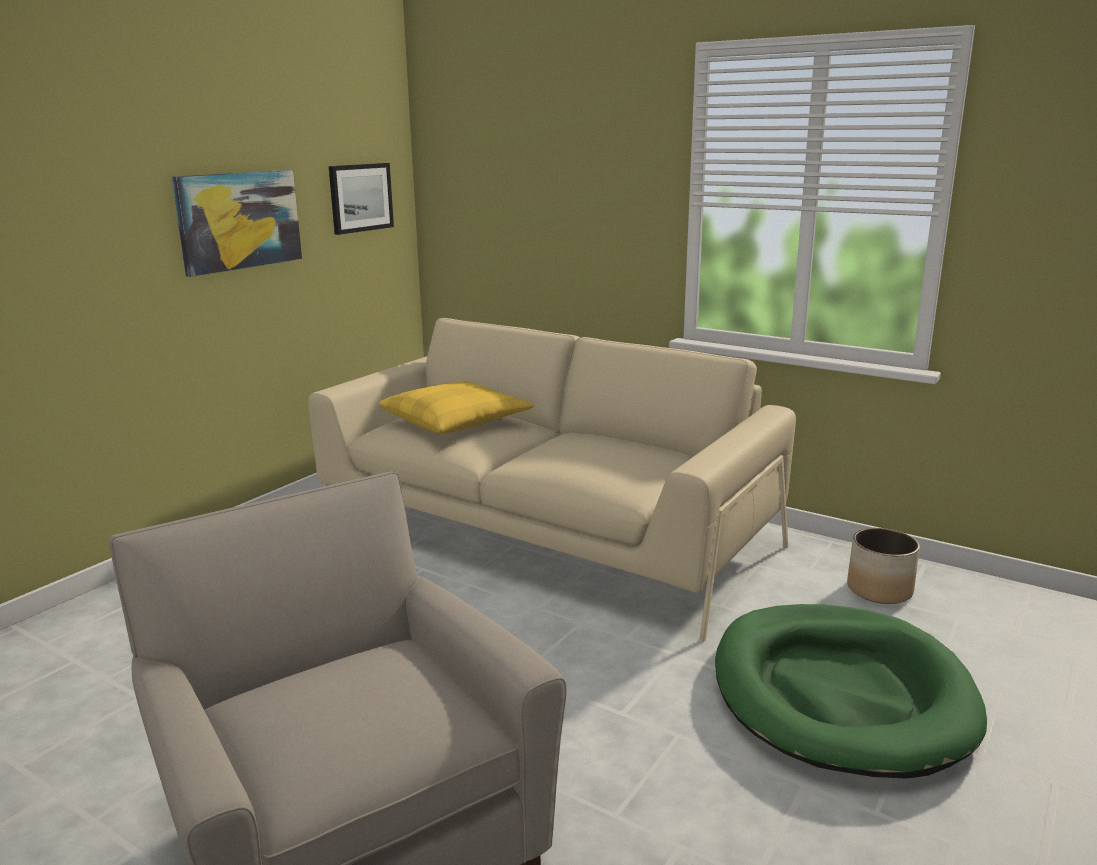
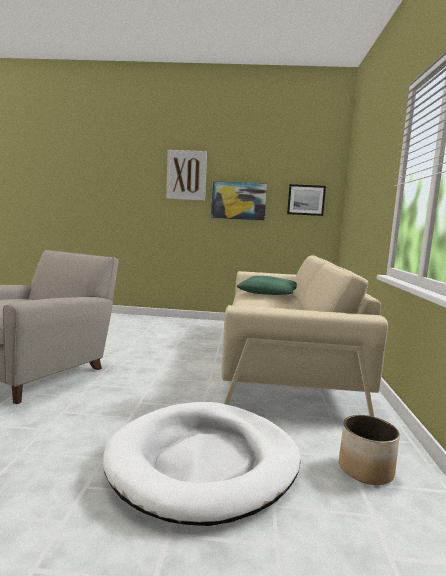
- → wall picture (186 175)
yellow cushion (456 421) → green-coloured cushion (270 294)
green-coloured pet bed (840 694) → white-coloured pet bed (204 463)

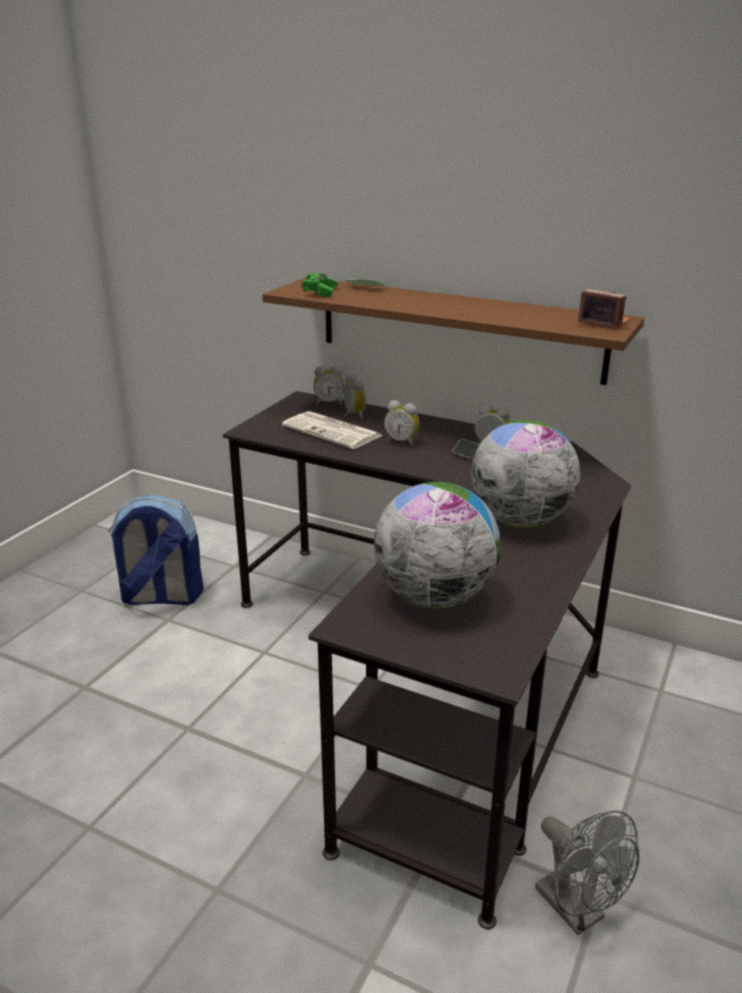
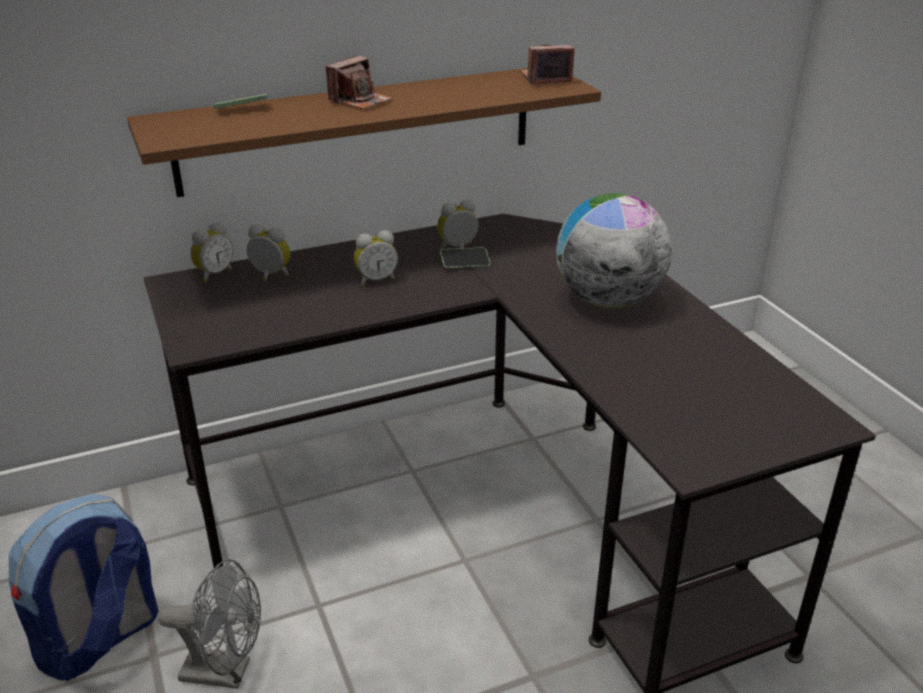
newspaper (333 431) → -
green-coloured joypad (320 292) → -
world globe (434 597) → -
- → photo camera (360 101)
gray fan (577 912) → gray fan (226 672), moved

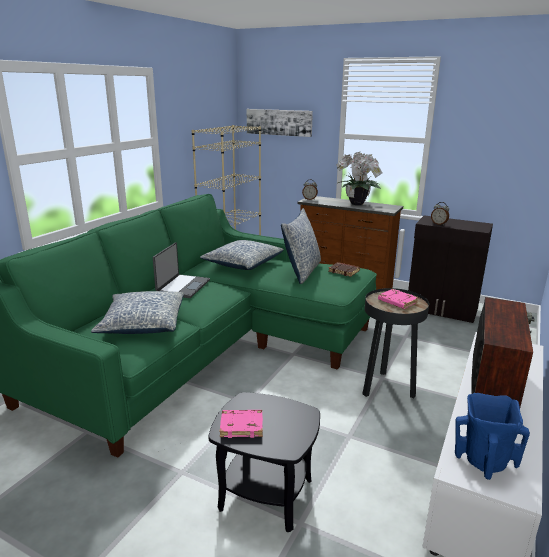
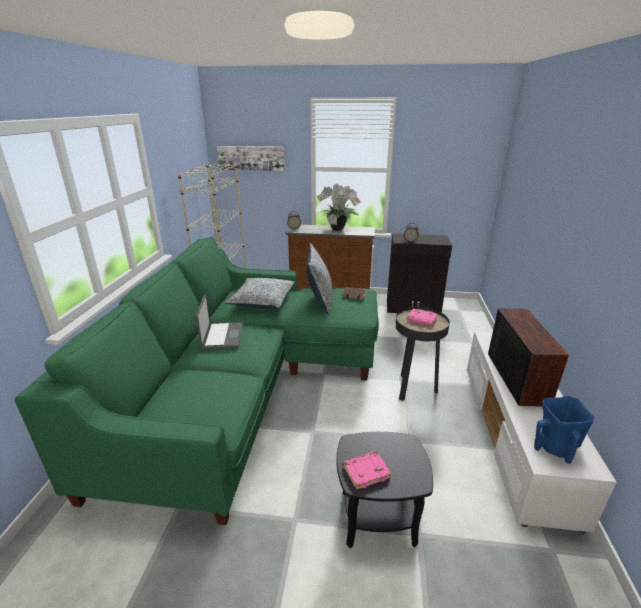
cushion (143 323) → -

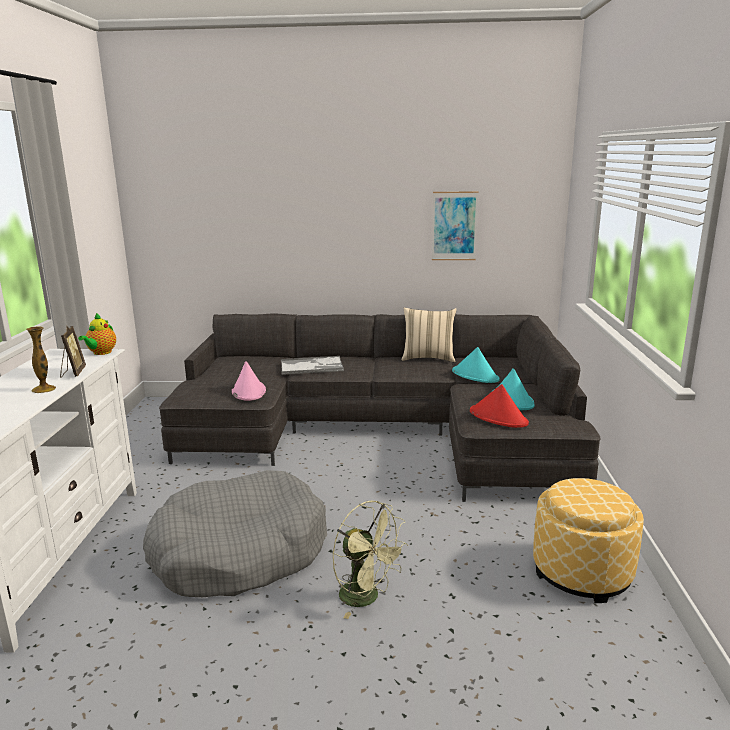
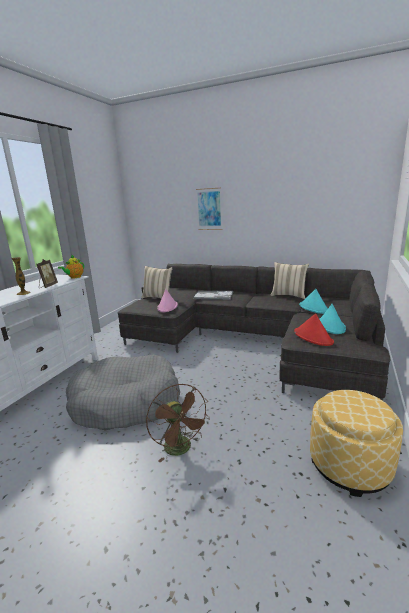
- → beige-coloured cushion (158 298)
wall picture (454 226) → wall picture (209 209), moved
green-coloured fan (367 598) → brownish fan (181 450)

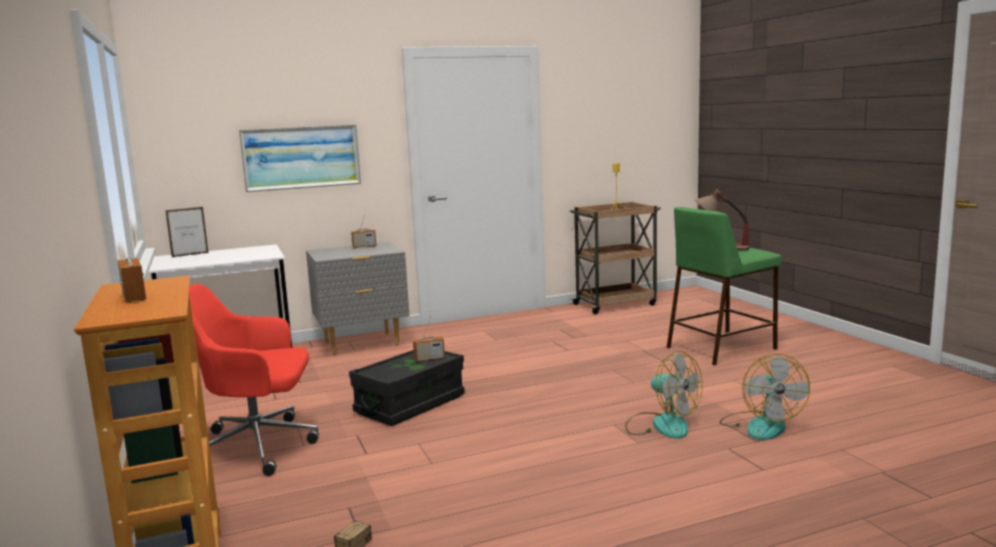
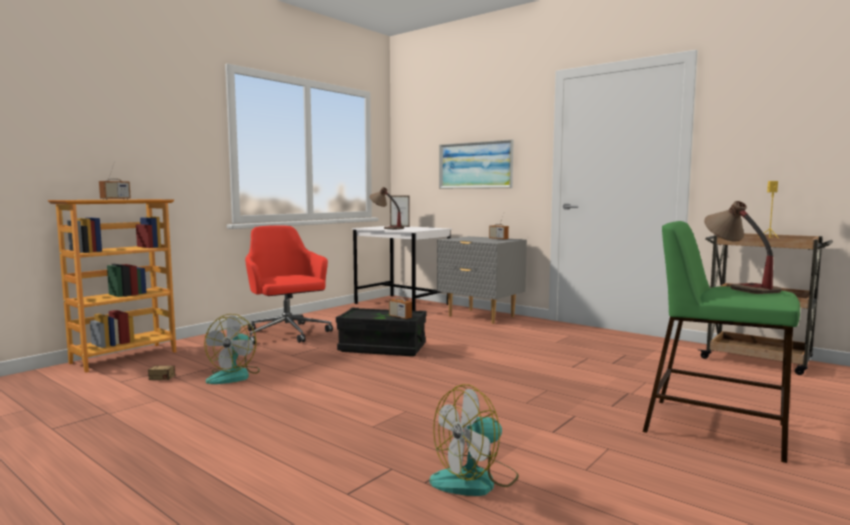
- → lamp for a table (386 228)
fan (661 425) → fan (234 375), moved

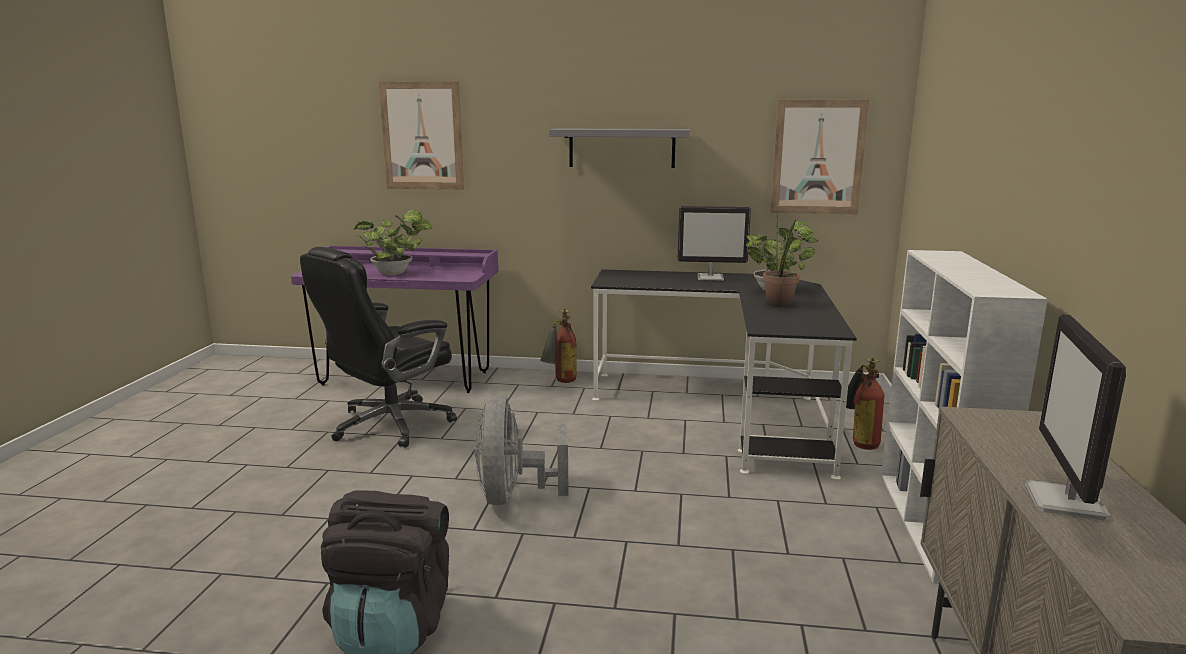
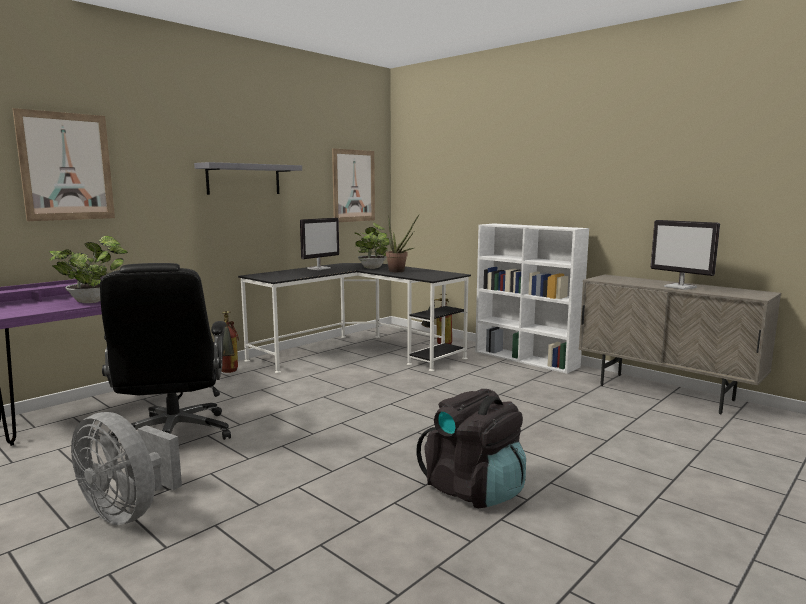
gray fan (514 496) → gray fan (128 511), moved

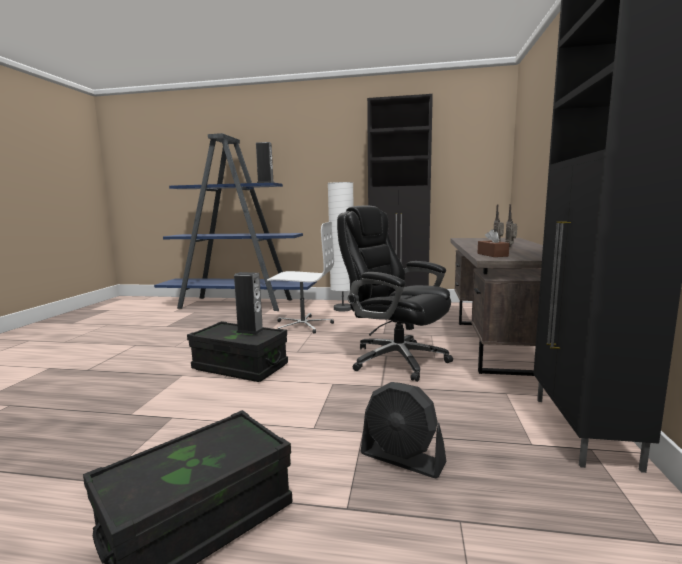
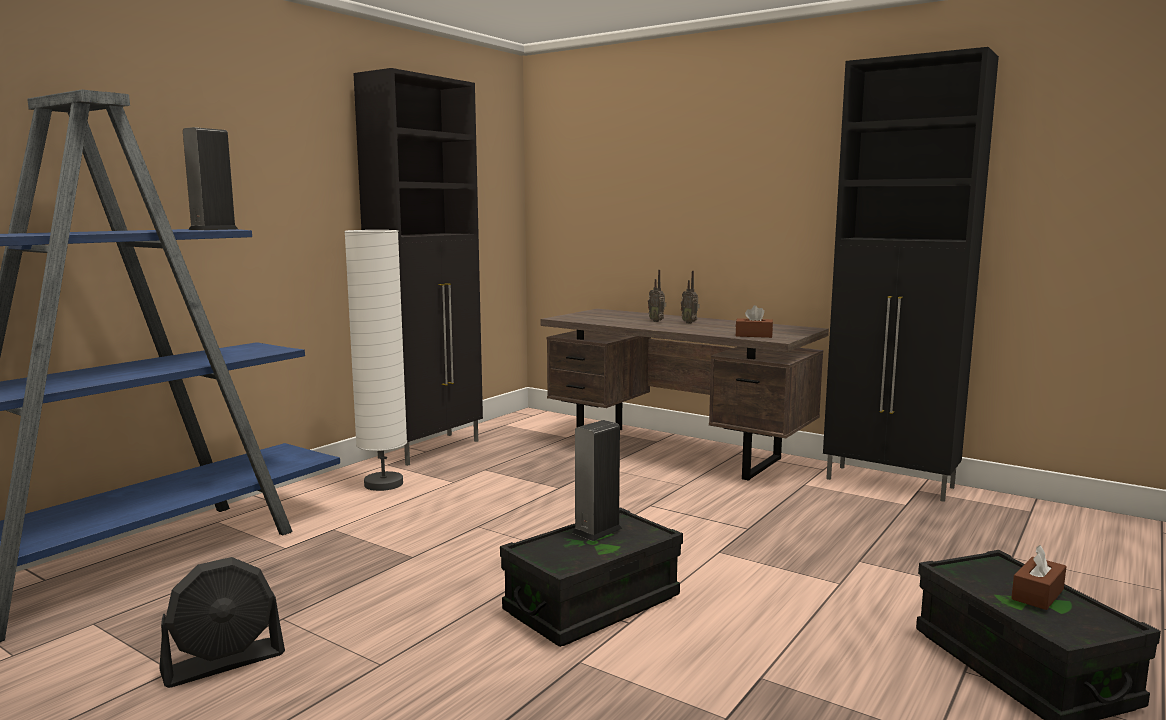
white-coloured desk chair (303 325) → -
black-coloured desk chair (395 359) → -
- → brownish tissue holder (1037 594)
black-coloured fan (402 459) → black-coloured fan (224 662), moved

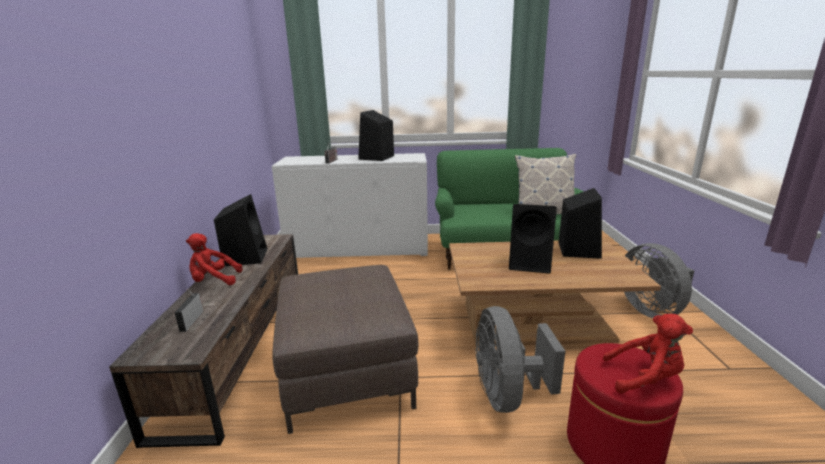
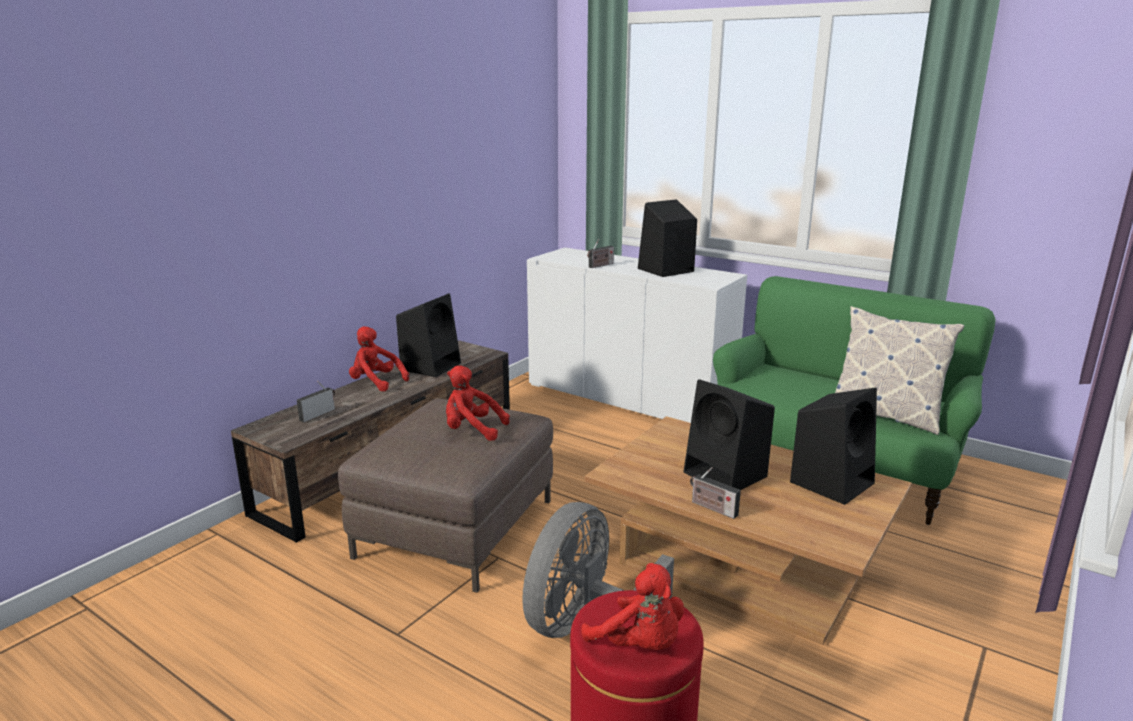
gray fan (652 310) → -
- → reddish soft toy (472 430)
- → radio receiver (712 508)

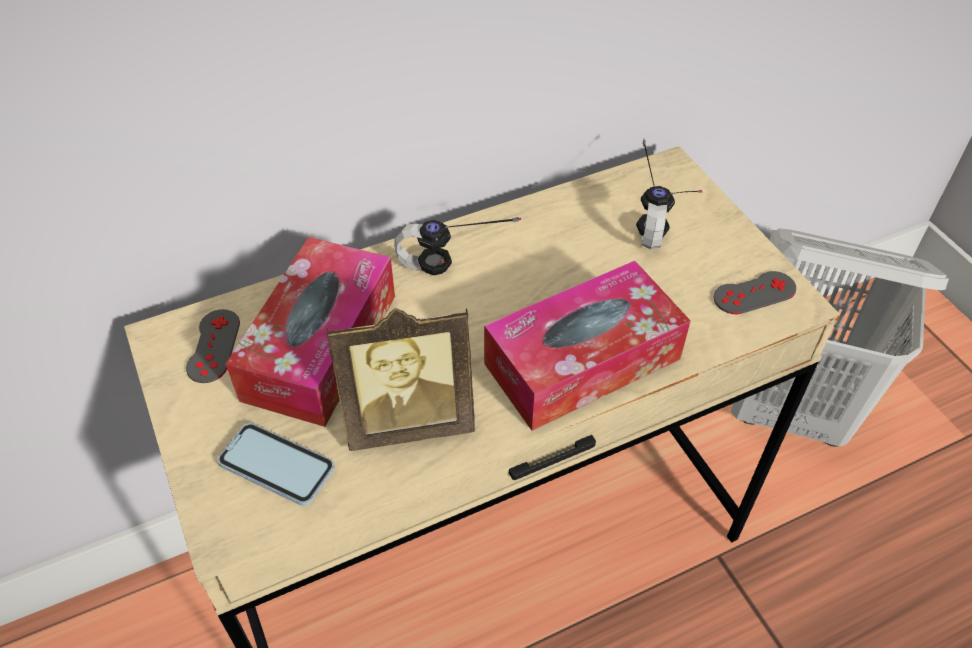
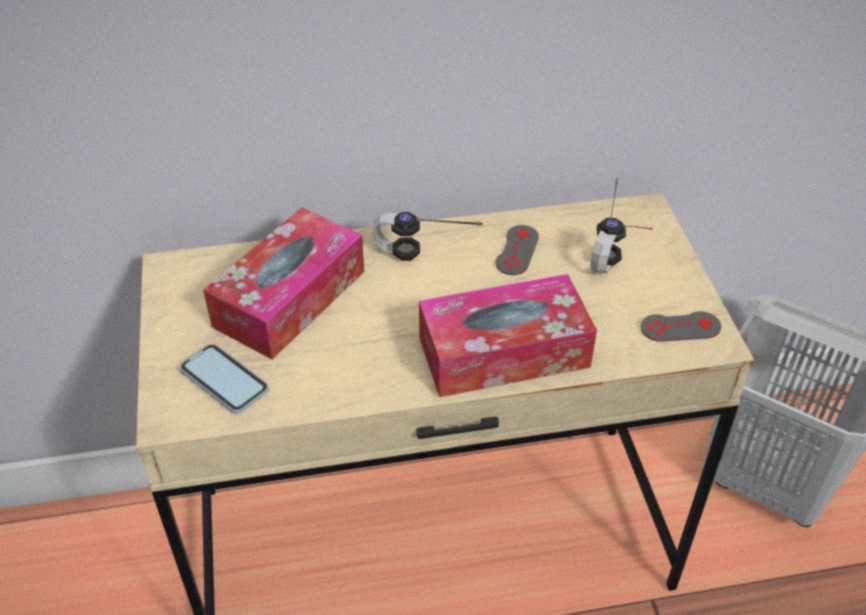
photo frame (409 420) → -
gray joypad (213 346) → gray joypad (517 250), moved

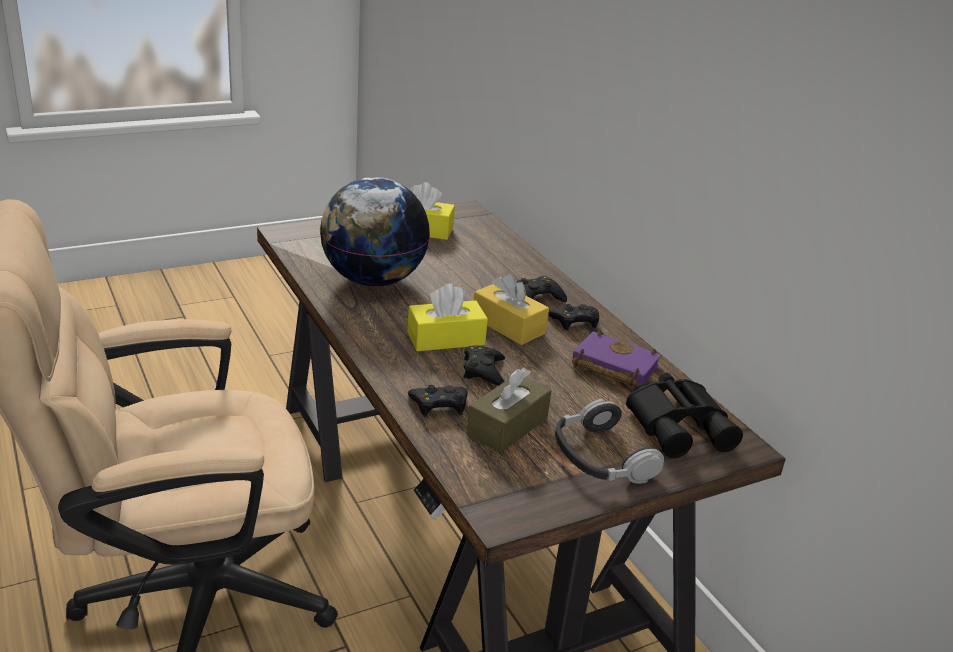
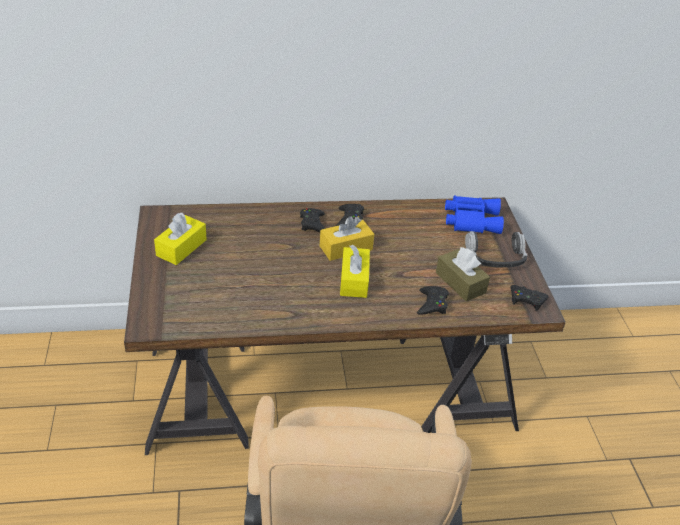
world globe (372 280) → -
purple bound book (611 366) → -
black-coloured joypad (484 371) → black-coloured joypad (526 300), moved
black-coloured field glasses (679 425) → bluish field glasses (471 219)

